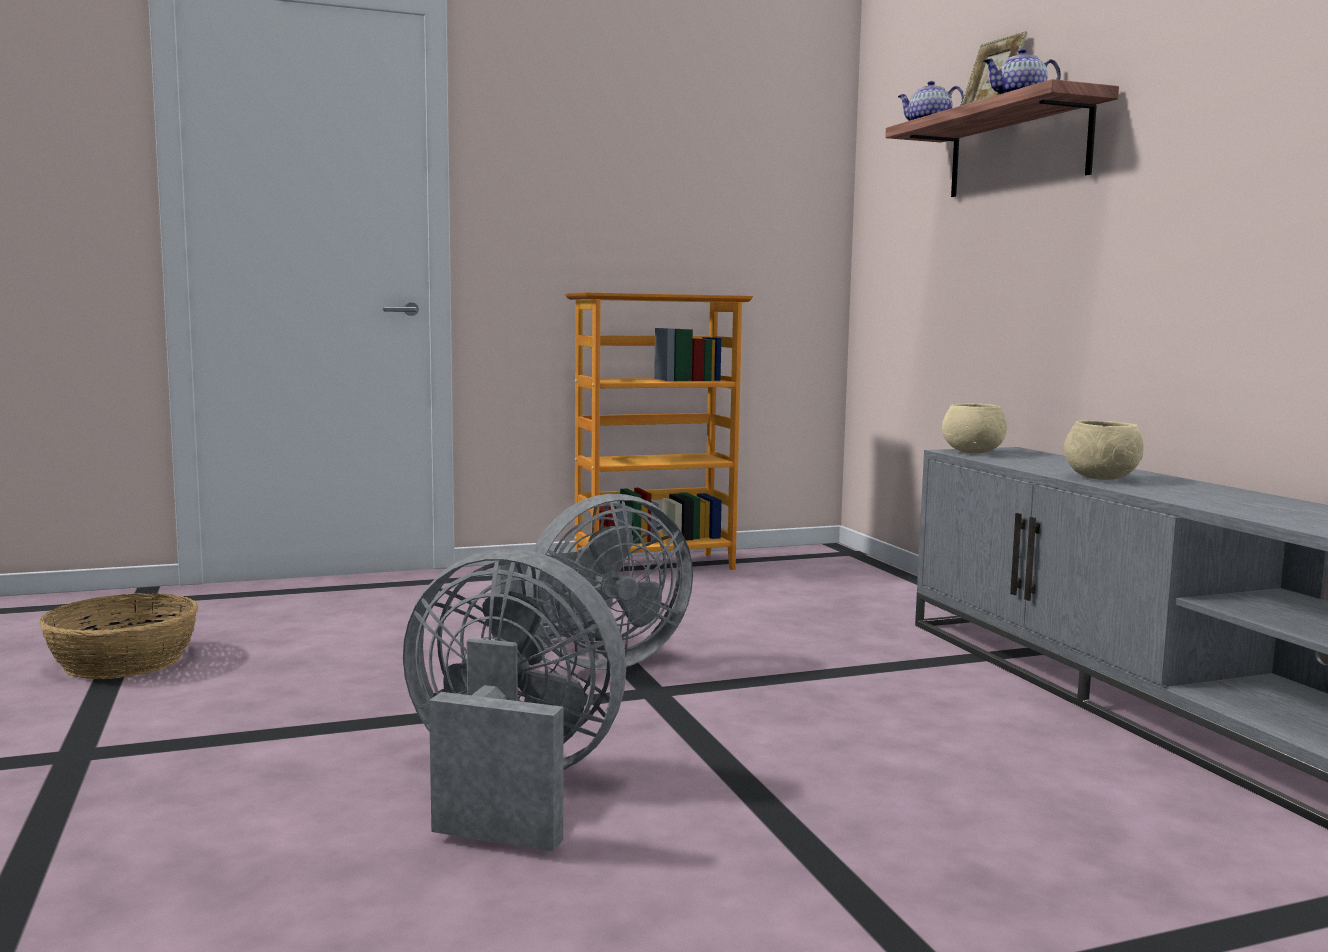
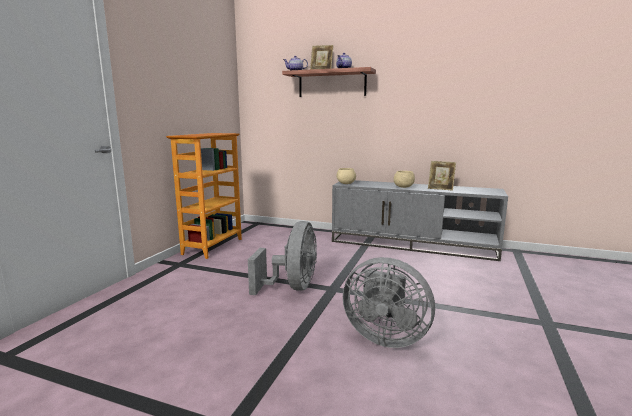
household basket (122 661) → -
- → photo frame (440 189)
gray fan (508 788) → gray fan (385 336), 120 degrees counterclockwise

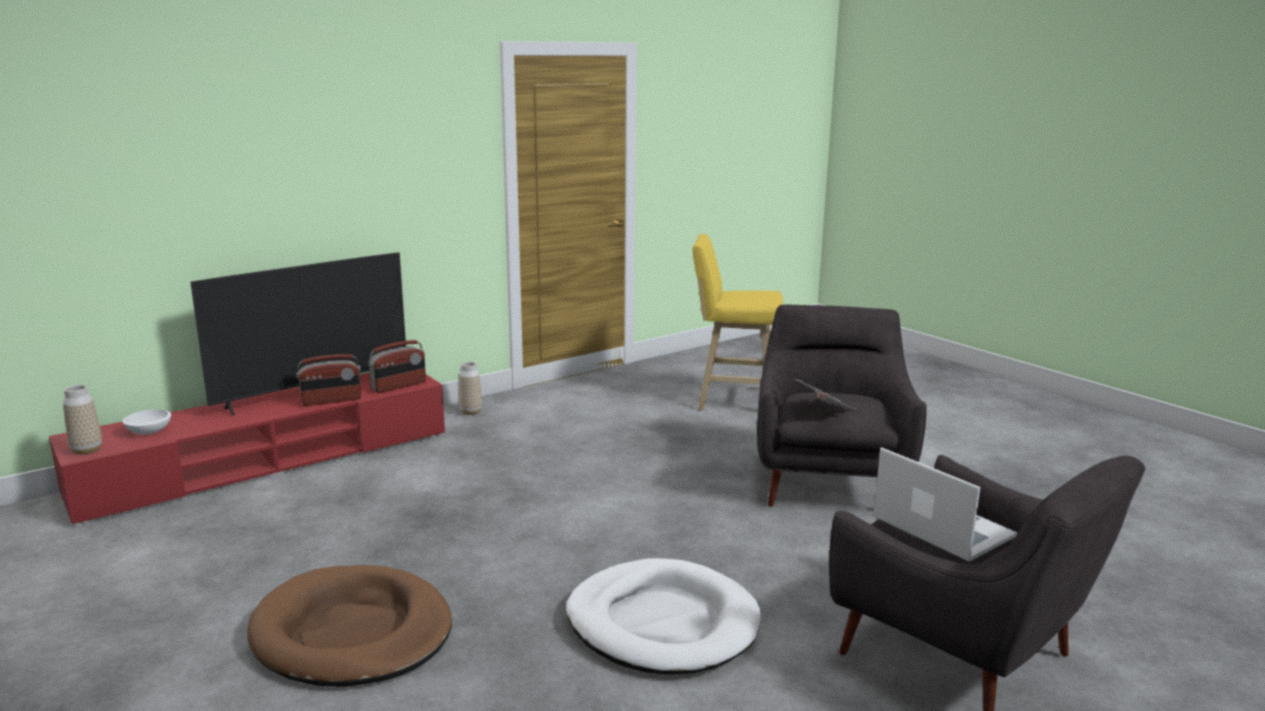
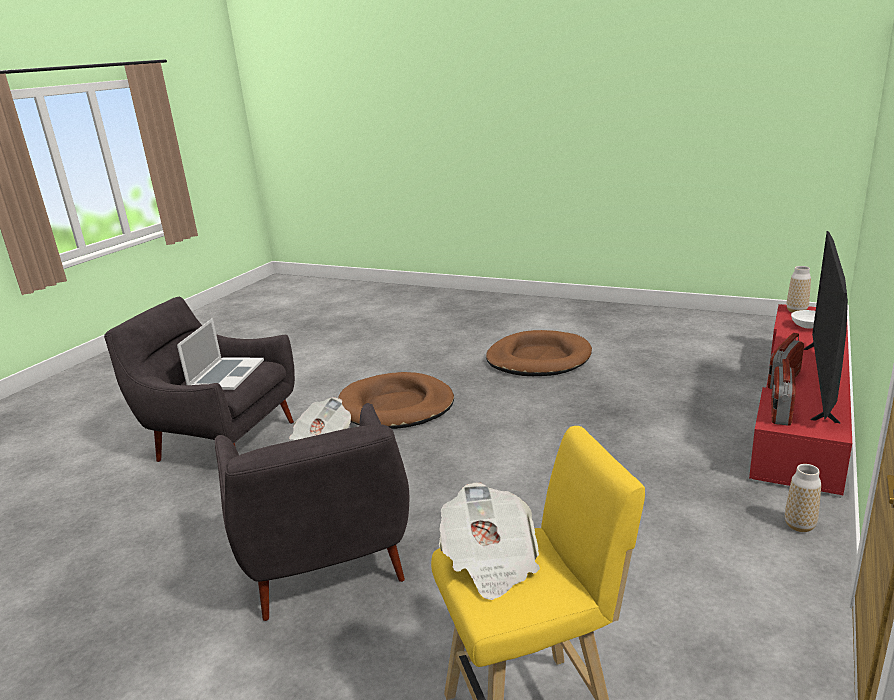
- → newspaper (490 562)
white-coloured pet bed (662 623) → brownish pet bed (396 406)
notebook computer (942 527) → notebook computer (226 374), 105 degrees counterclockwise

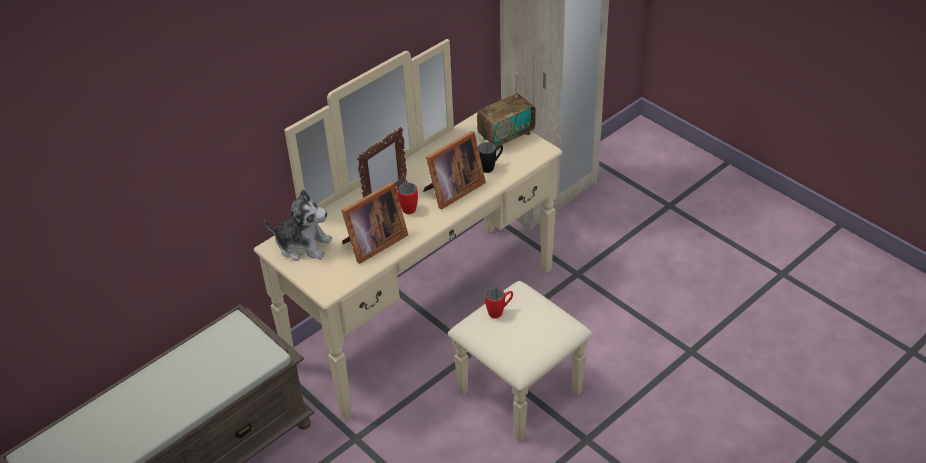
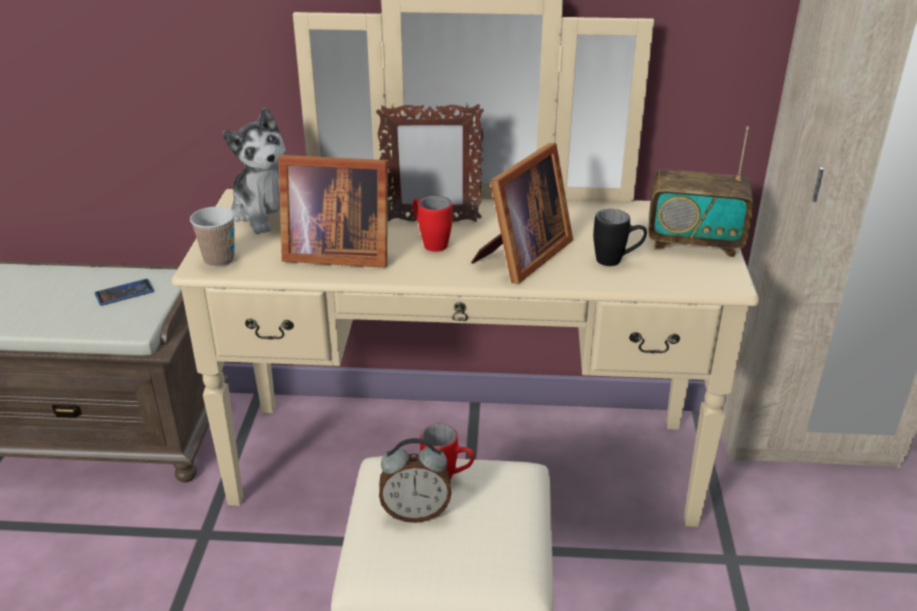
- → telephone (124 293)
- → small cup (219 260)
- → alarm clock (415 512)
photo frame (452 190) → photo frame (521 257), 60 degrees counterclockwise

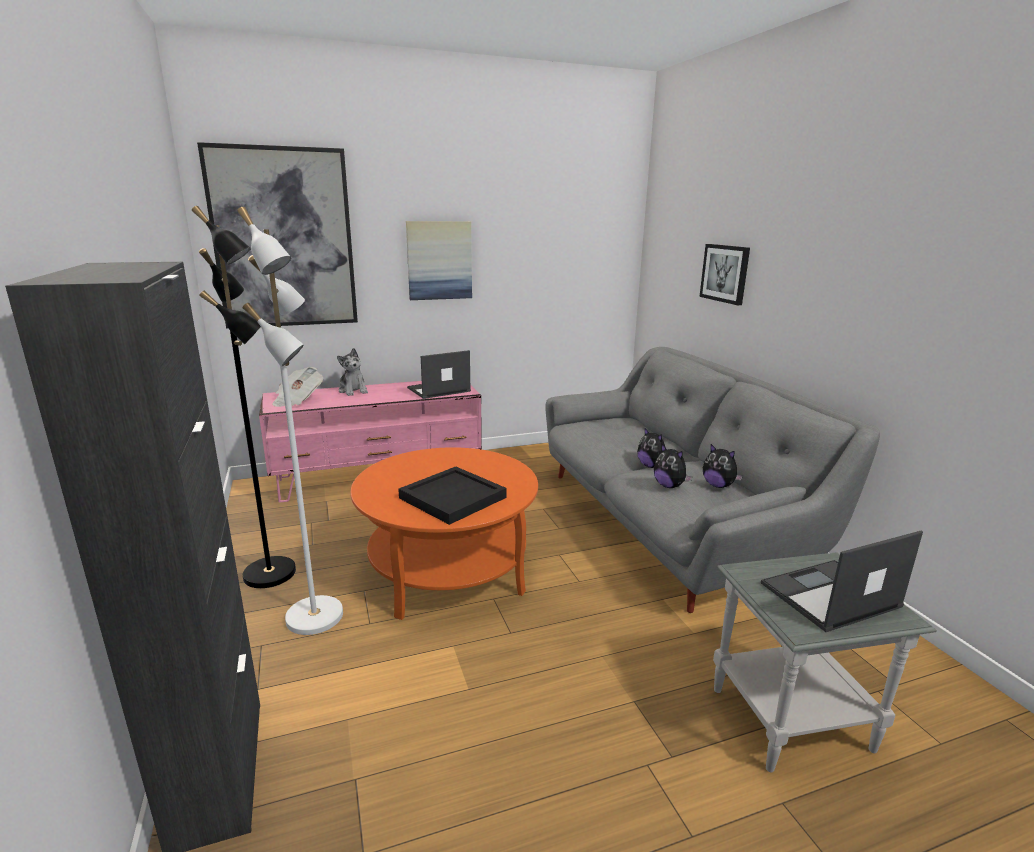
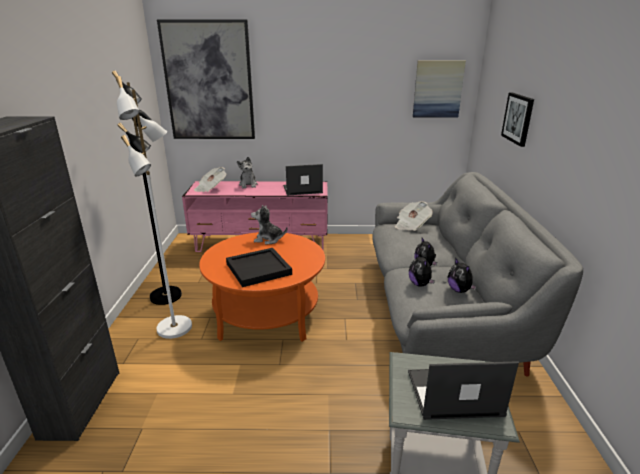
- → soft toy (268 239)
- → newspaper (411 225)
wall picture (439 260) → wall picture (437 89), moved

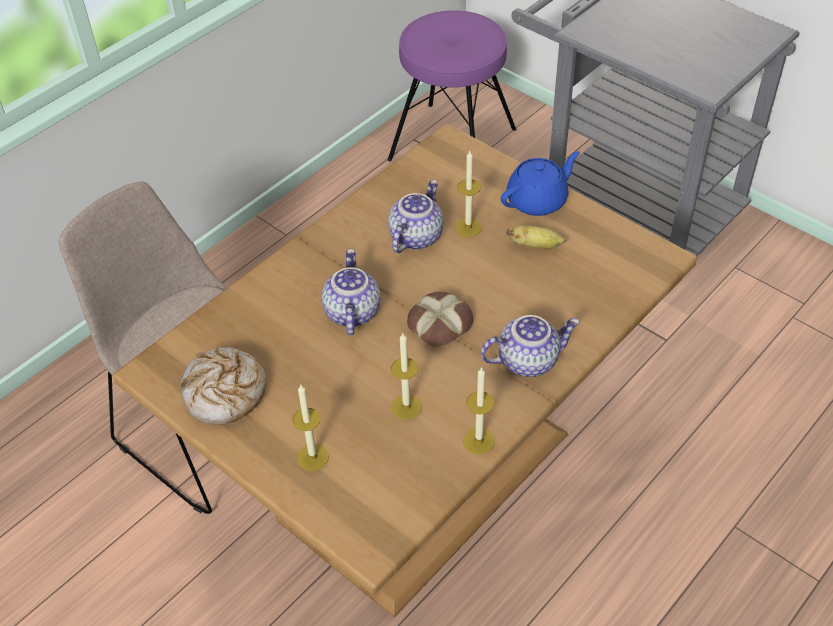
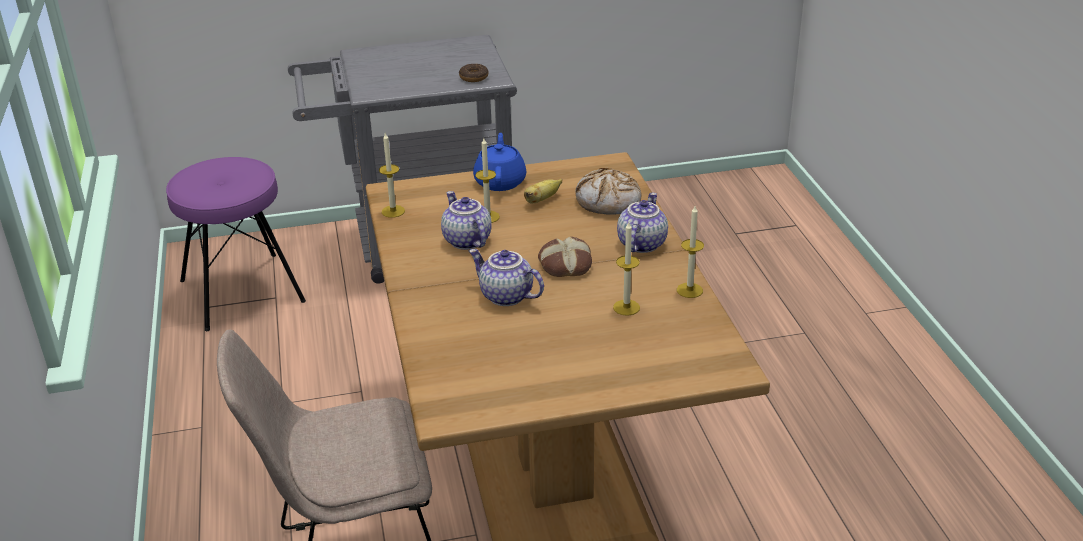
- → ring doughnut (473 77)
bread (225 393) → bread (608 201), moved
candle (313 457) → candle (393 211), moved

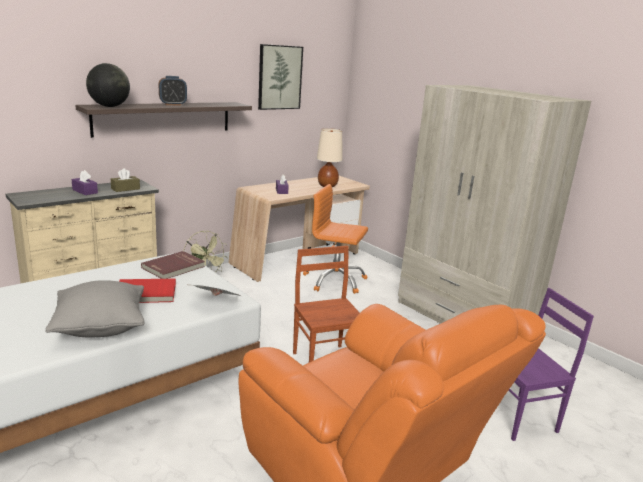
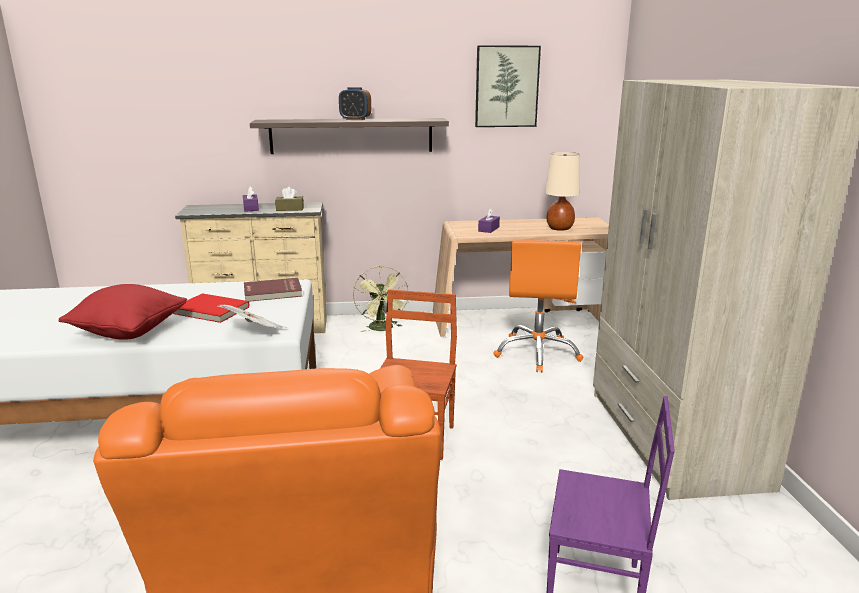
world globe (109 106) → -
gray cushion (100 328) → reddish cushion (129 332)
orange desk chair (334 280) → orange desk chair (537 353), 135 degrees counterclockwise

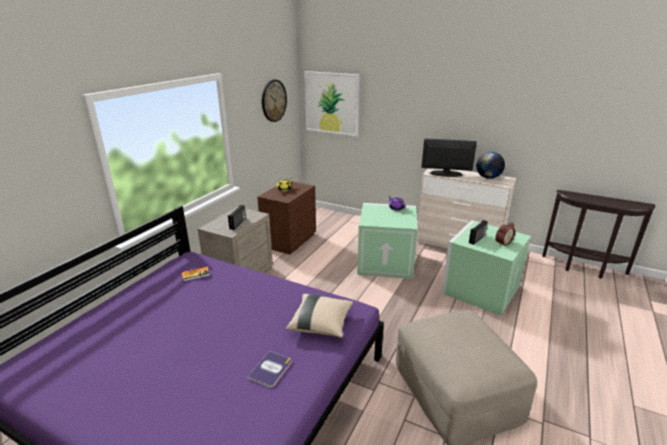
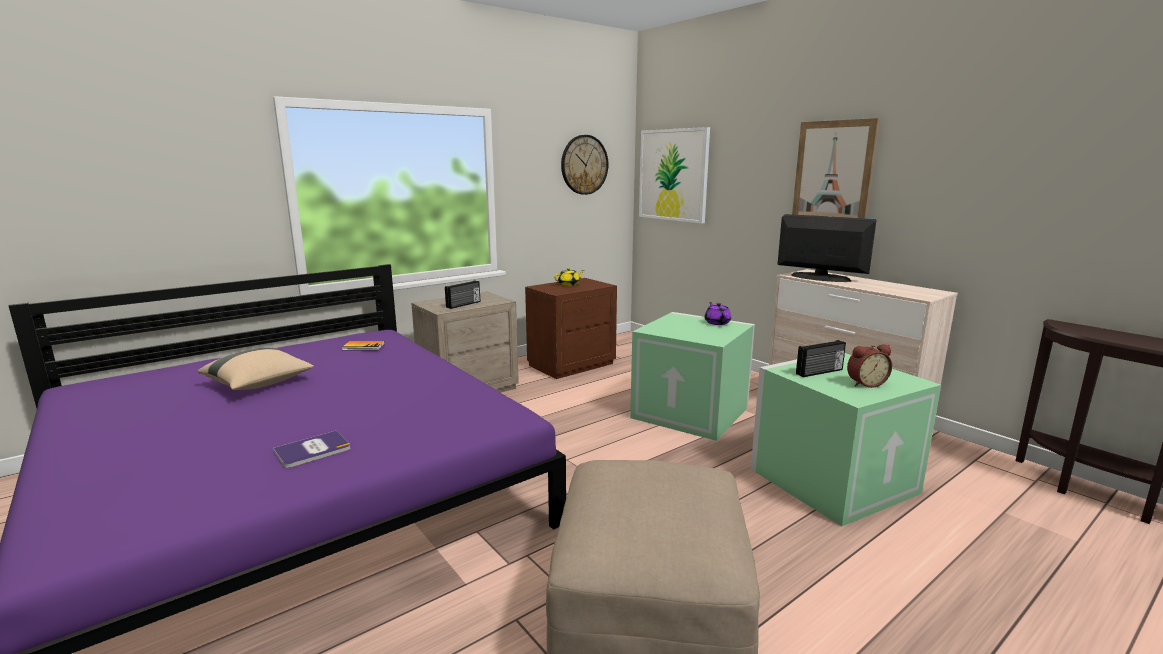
world globe (488 178) → -
- → wall picture (832 173)
beige-coloured cushion (321 324) → beige-coloured cushion (259 384), moved

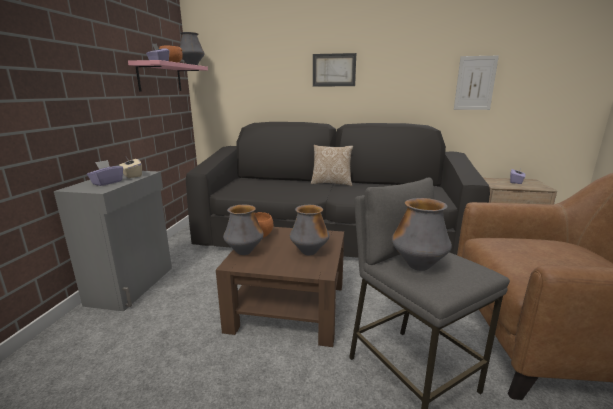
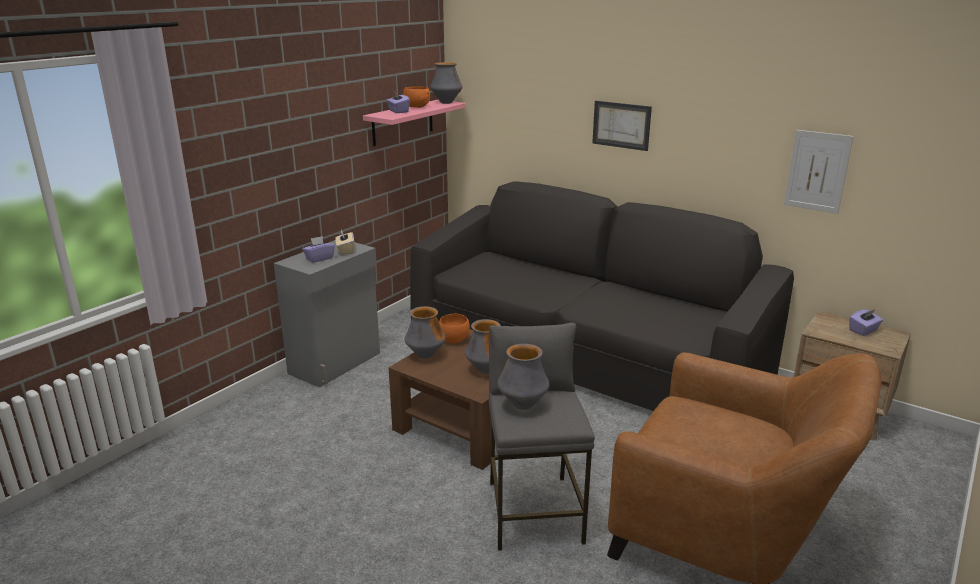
cushion (331 183) → -

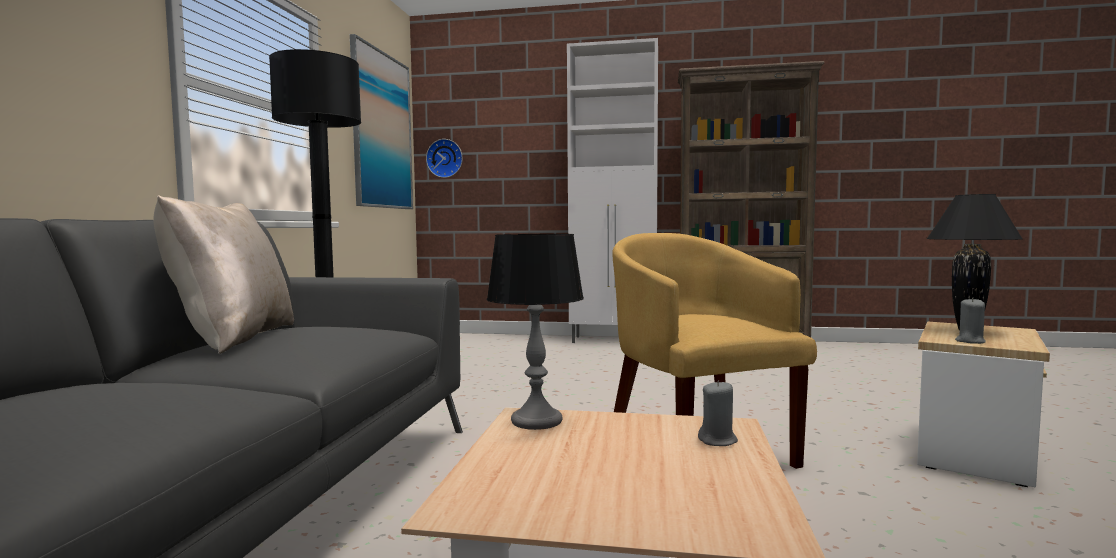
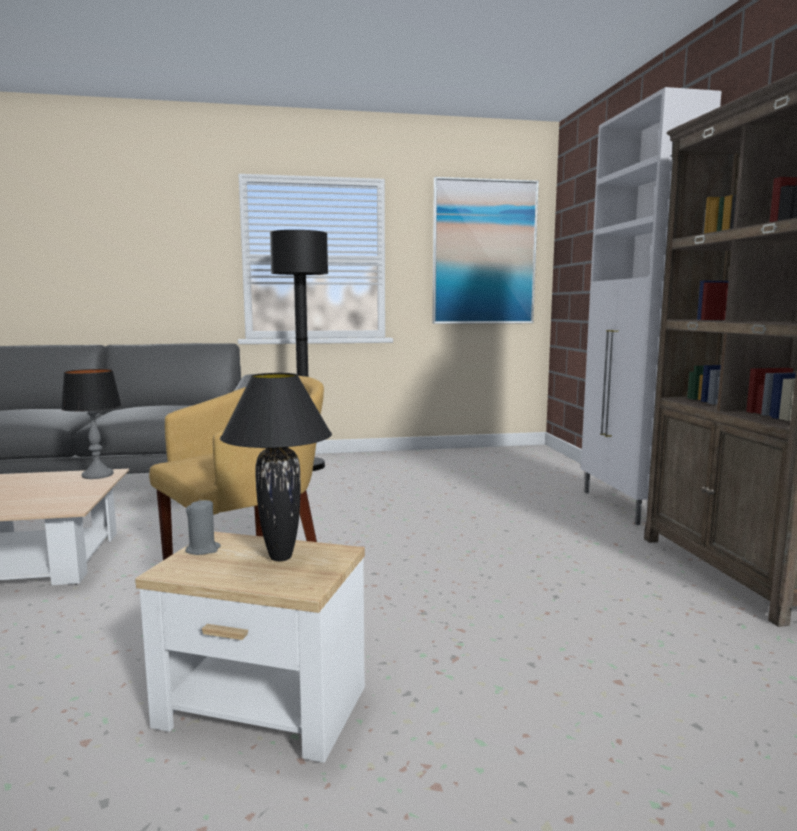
beige-coloured cushion (233 338) → -
wall clock (445 158) → -
gray candle (717 440) → -

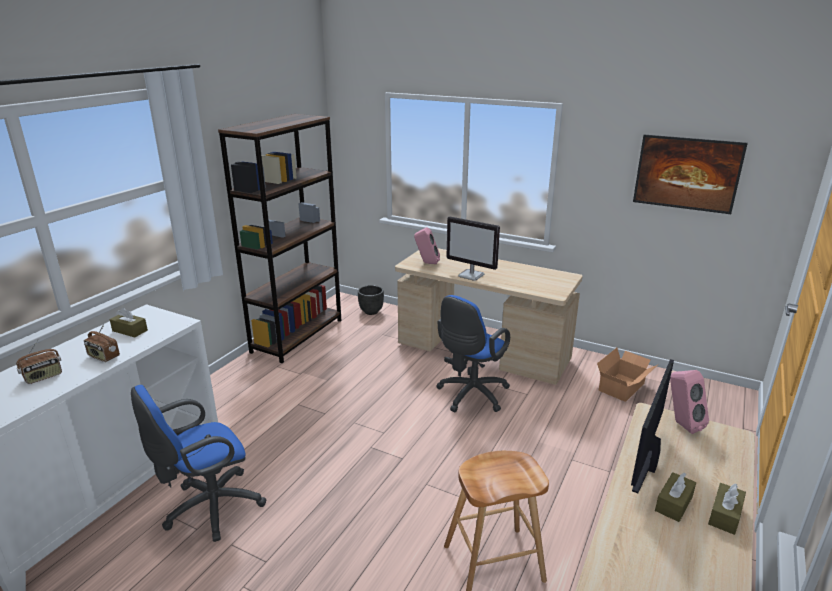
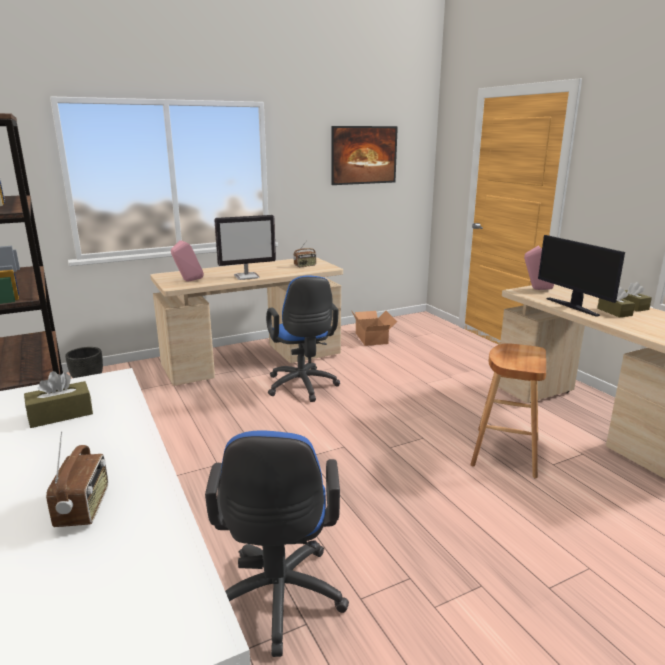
radio receiver (103 357) → radio receiver (305 266), moved

